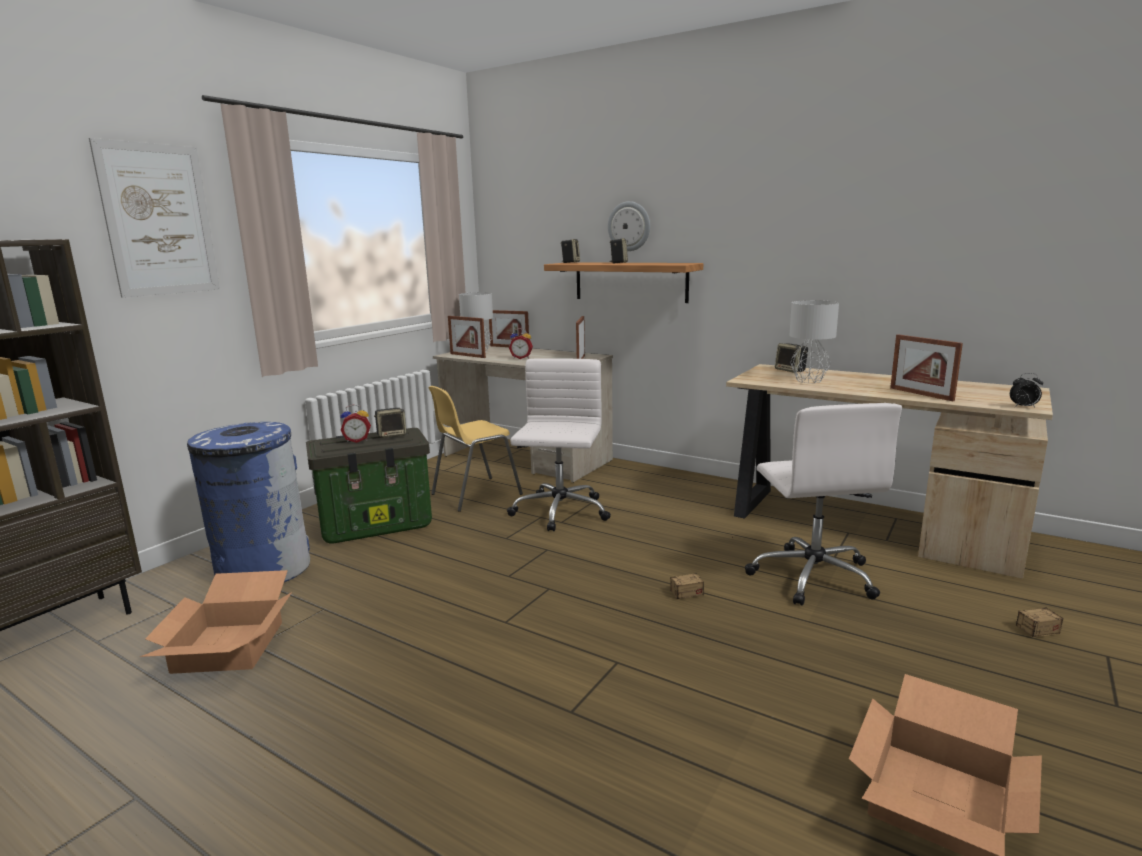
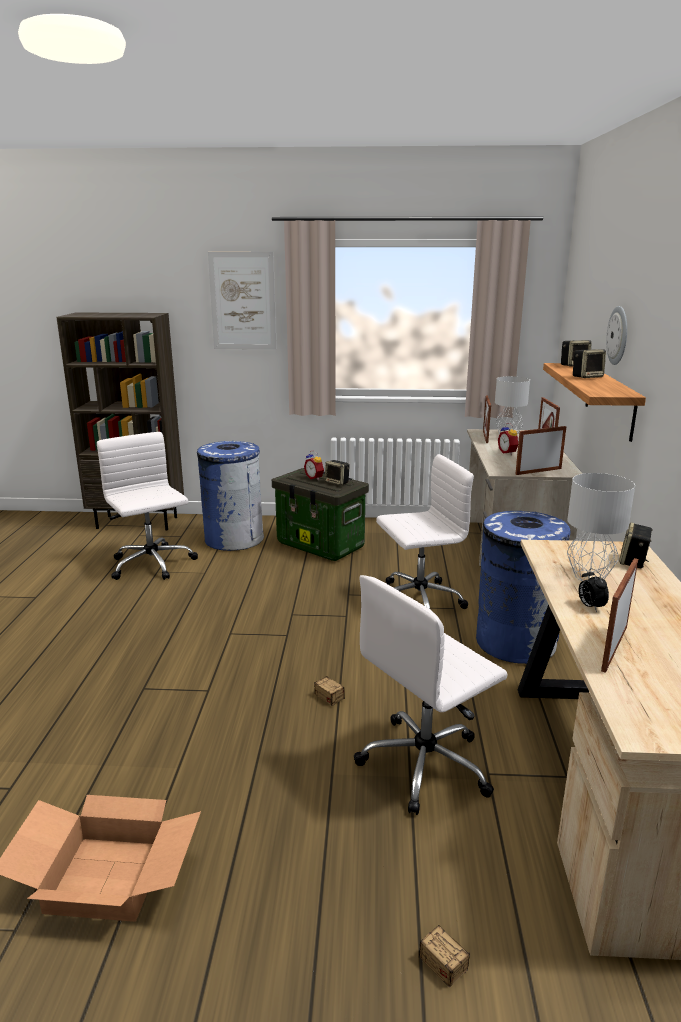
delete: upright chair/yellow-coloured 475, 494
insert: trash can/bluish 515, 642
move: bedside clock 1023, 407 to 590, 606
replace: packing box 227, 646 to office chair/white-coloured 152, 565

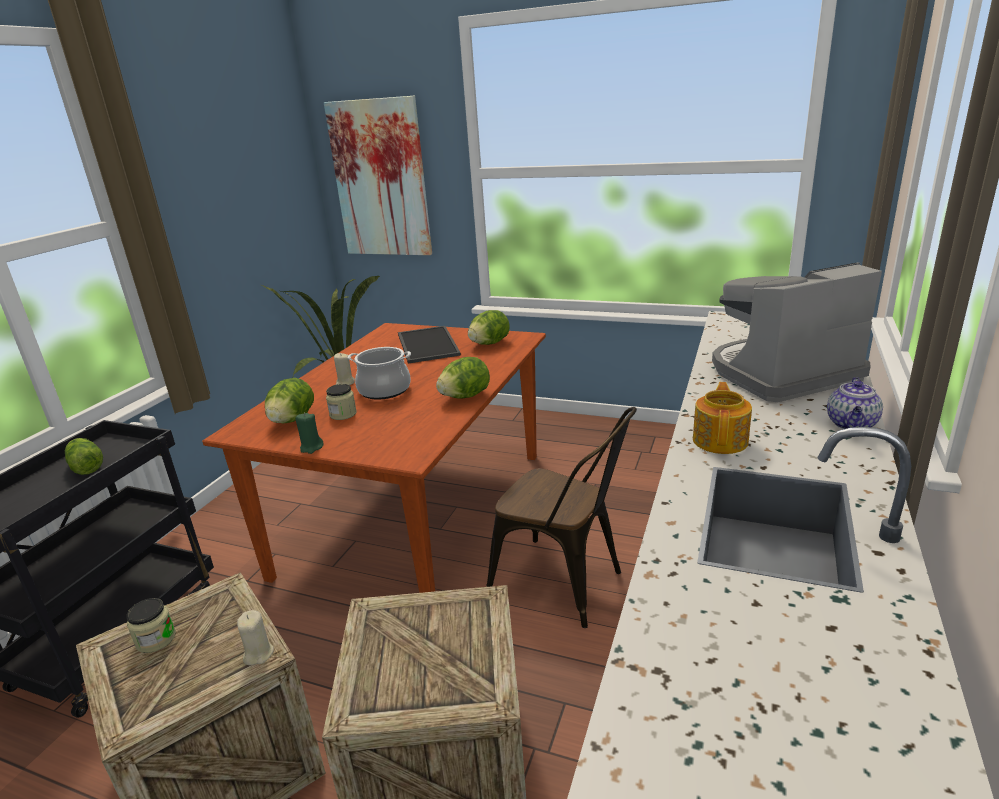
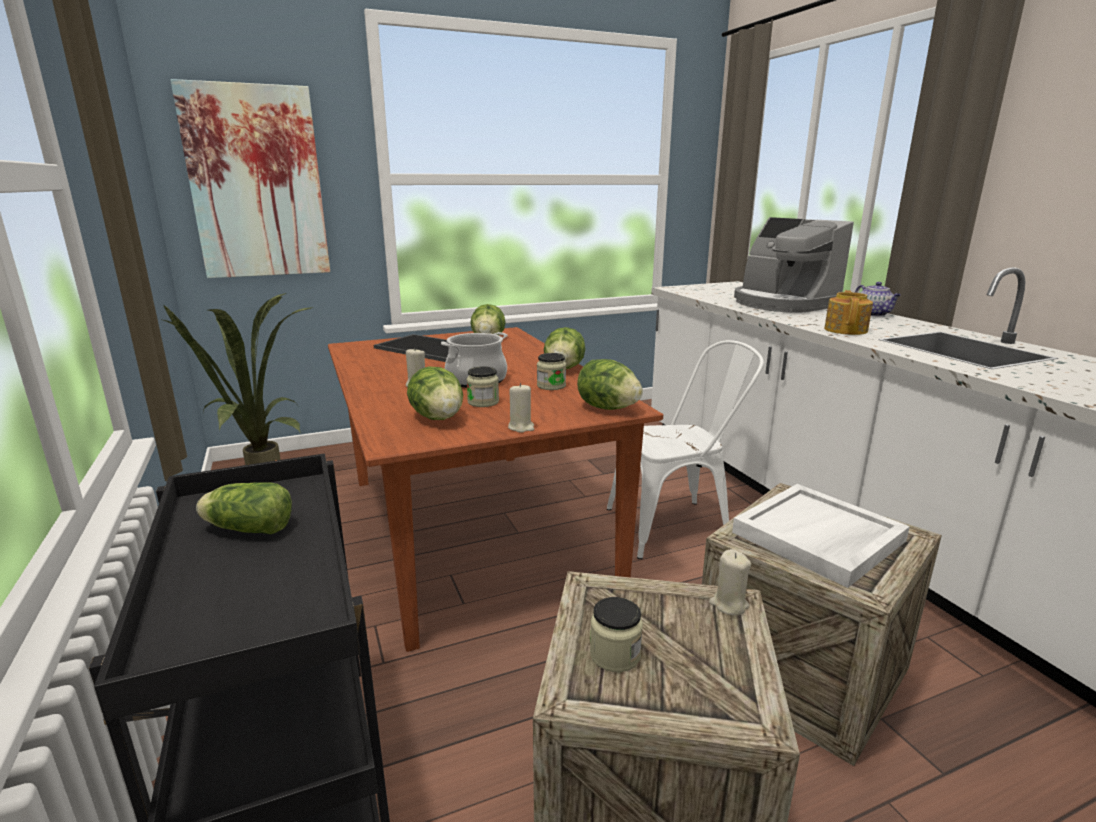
insert: storage jar 551, 386; lettuce head 608, 408; carrying tray/white-coloured 818, 537
recolor: candle/green 311, 447 to candle/beige-coloured 521, 427; upright chair/brown 565, 585 to upright chair/white-coloured 677, 525
rotate: coffee brewer 781, 374 = 782, 304 60 degrees counterclockwise; teapot 721, 440 = 846, 330 45 degrees clockwise

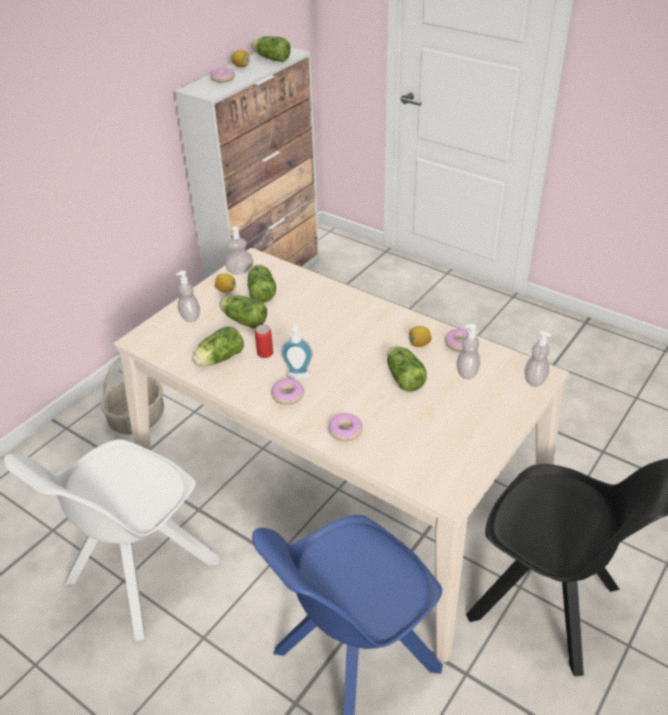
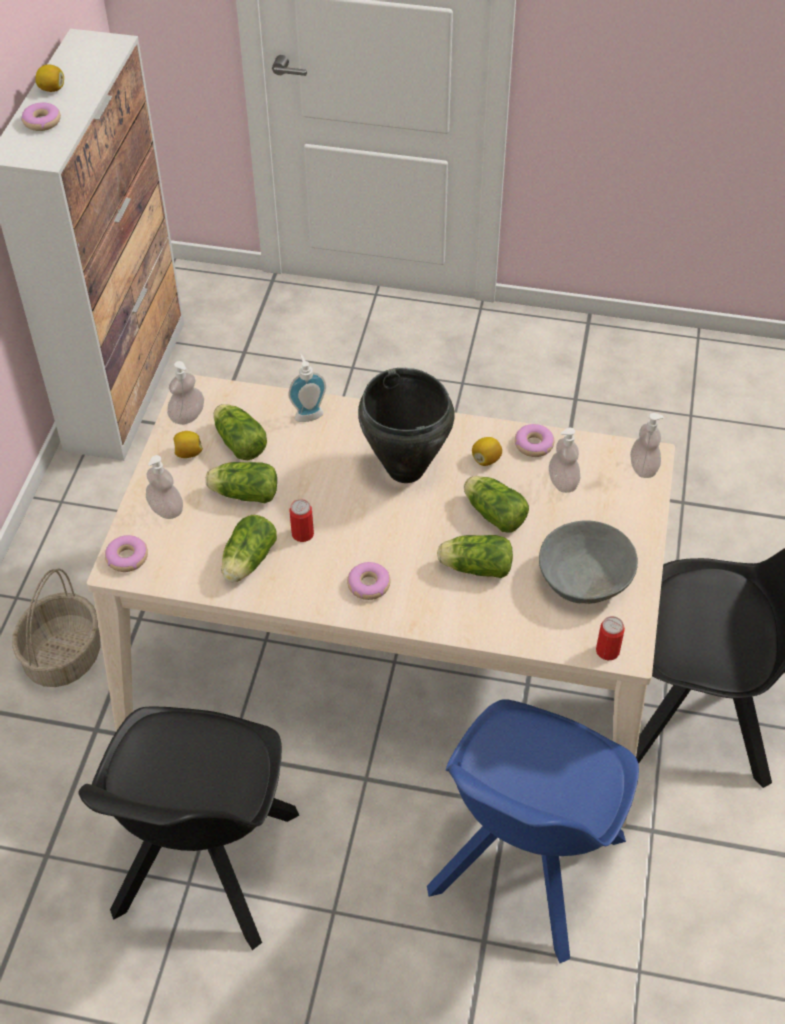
insert: saucepot/black 405, 470; bowl/gray 584, 578; sealed can 607, 651
move: donut 345, 431 to 127, 558; soap bottle 298, 373 to 308, 413; lettuce head 271, 59 to 474, 567
recolor: upright chair/white-coloured 139, 574 to upright chair/black 204, 868

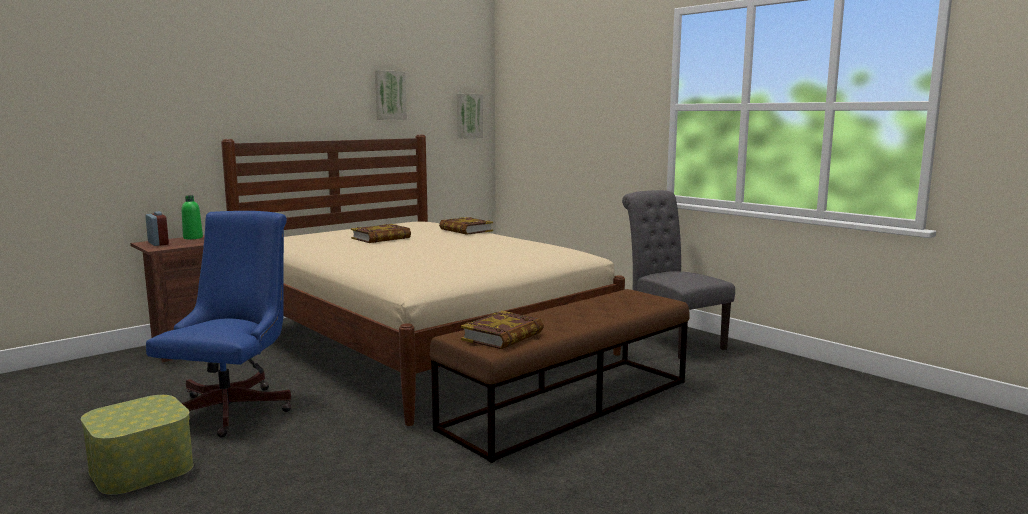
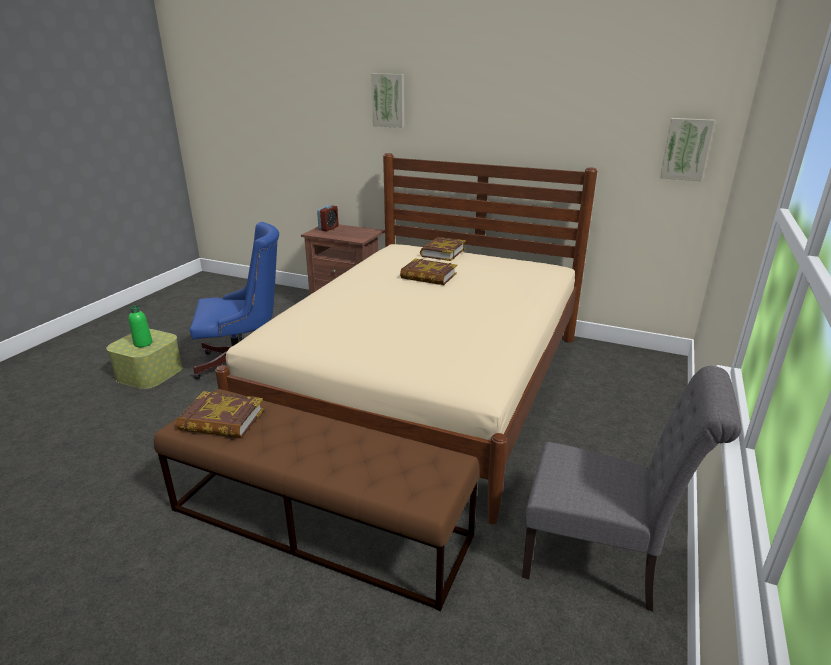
move: drink bottle/green 193, 238 to 143, 343; picture 389, 95 to 389, 100; book 465, 230 to 442, 252
rotate: upright chair/gray 671, 341 = 599, 563 75 degrees clockwise

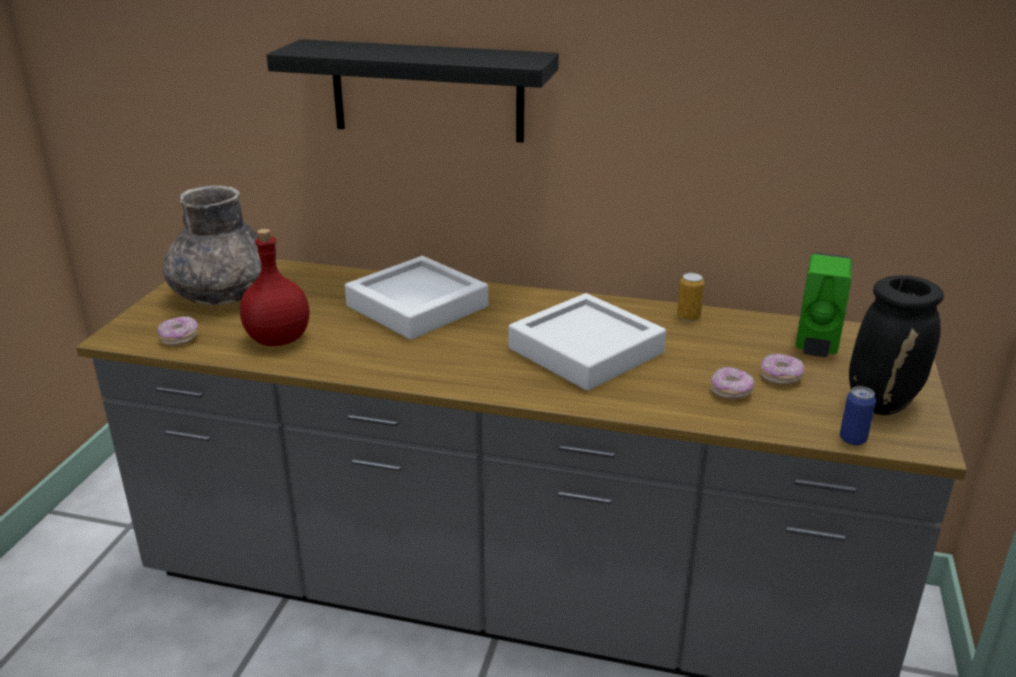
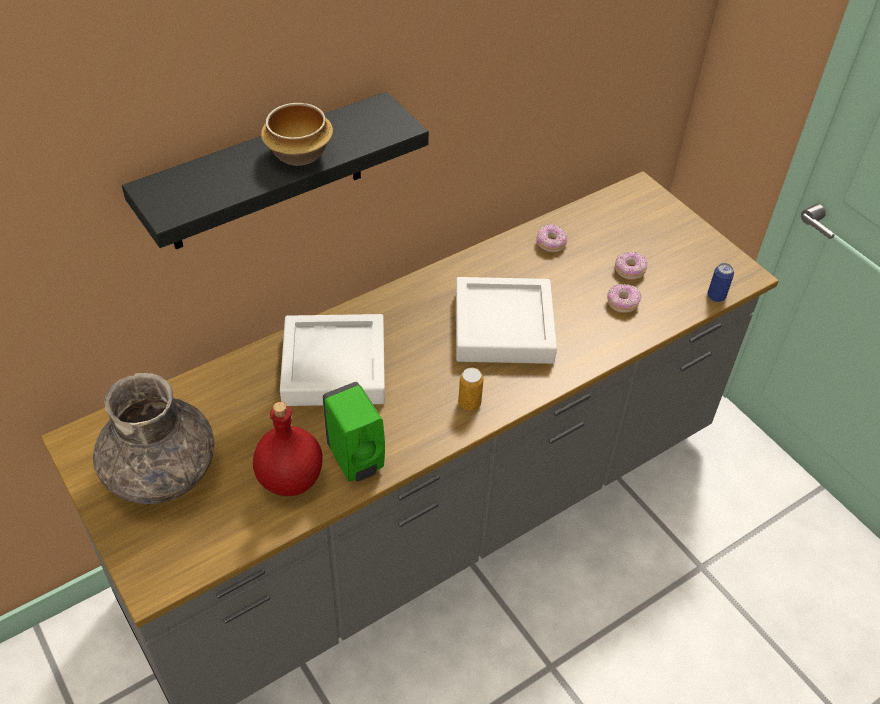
delete: flower vase/black 881, 403
insert: bowl 300, 154
move: soap bottle/green 816, 345 to 356, 461; sealed can 688, 317 to 469, 403; donut 179, 339 to 550, 244

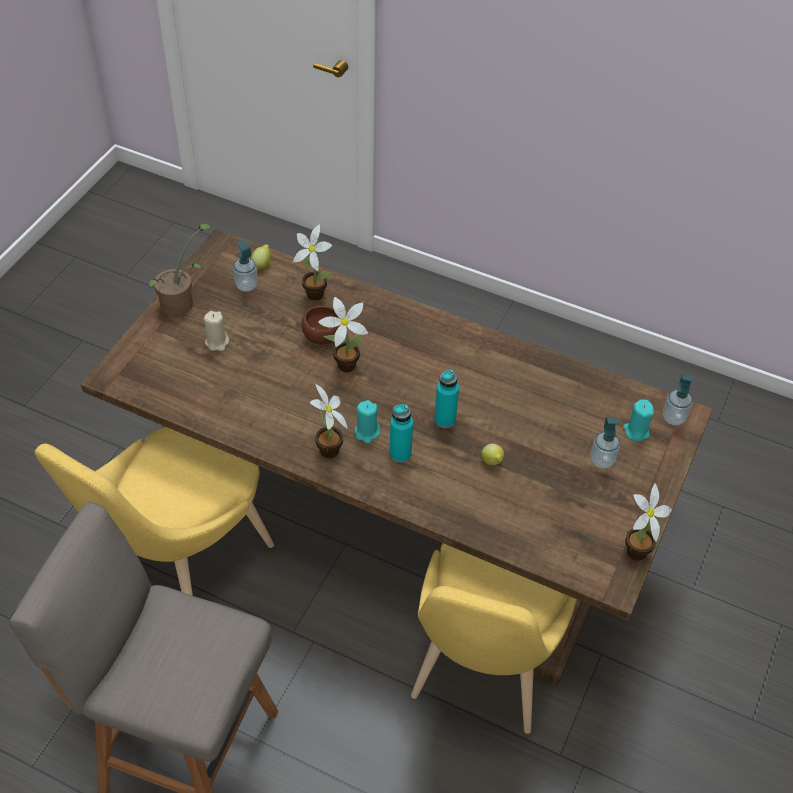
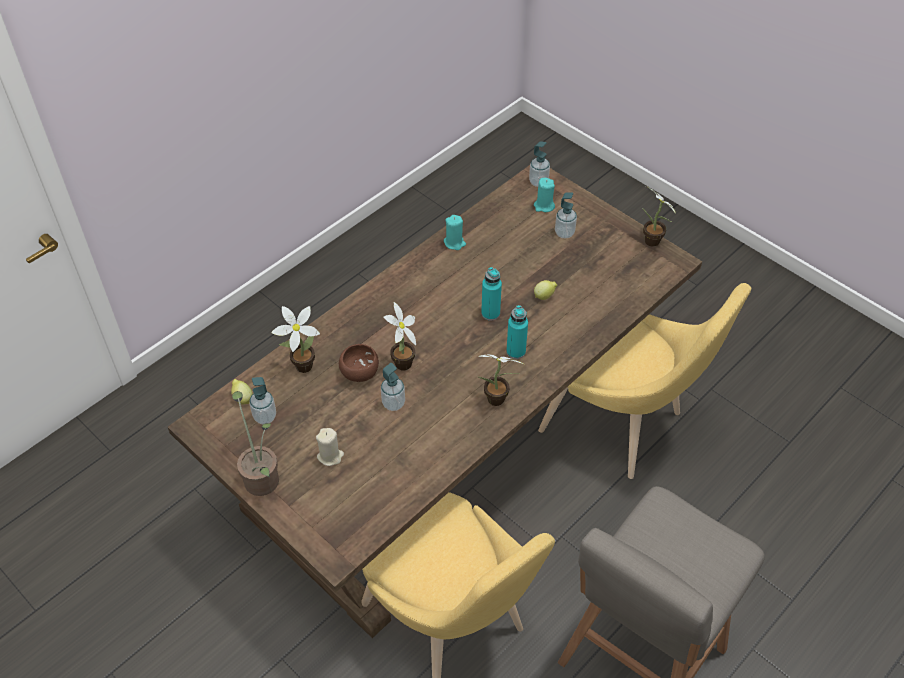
insert: soap bottle 393, 403
move: candle/turquoise 367, 432 to 454, 243

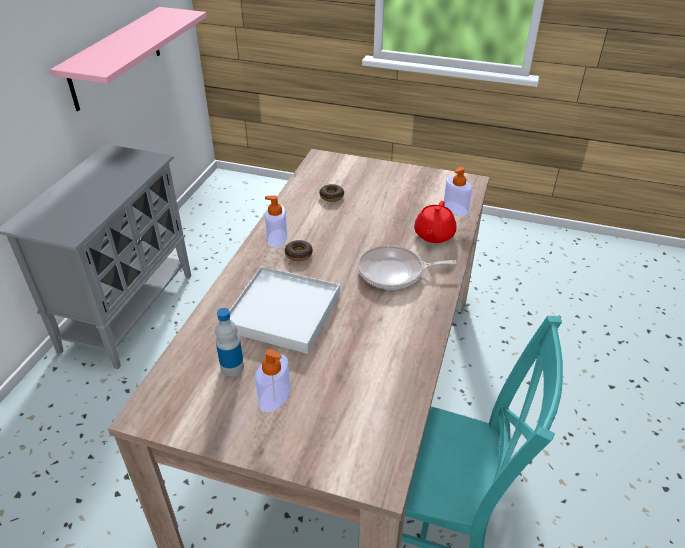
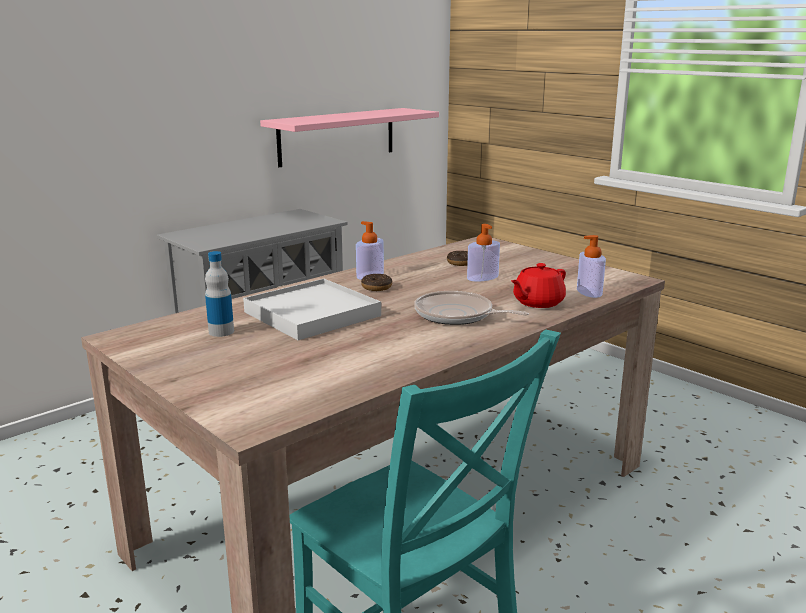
move: soap bottle 274, 397 to 482, 277

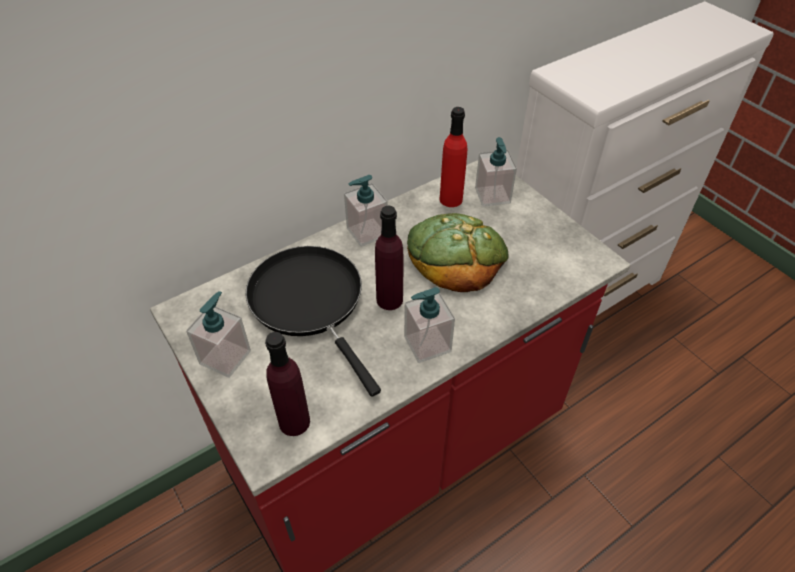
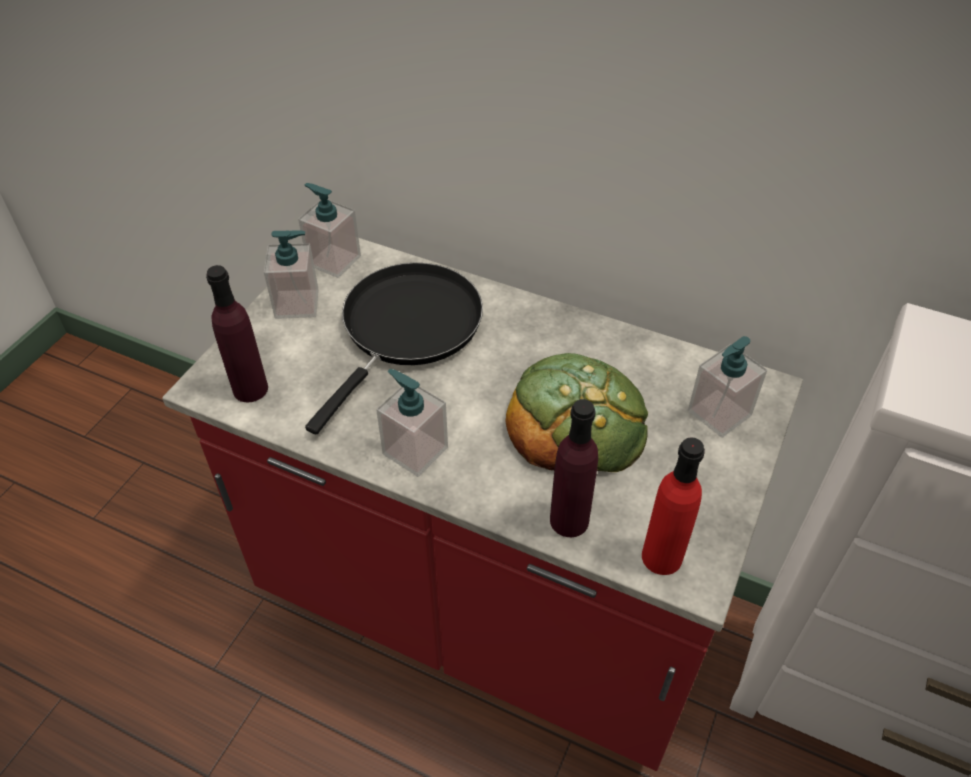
move: soap bottle 367, 232 to 333, 260; drink bottle/purple 389, 300 to 569, 520; drink bottle/red 451, 199 to 662, 557

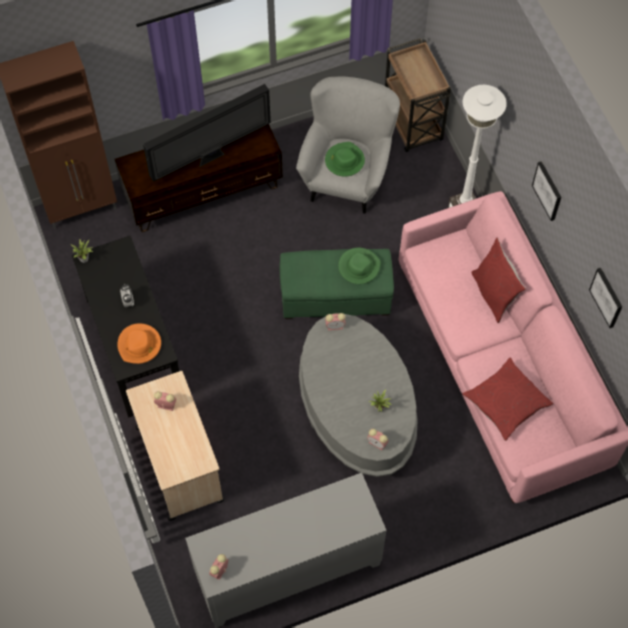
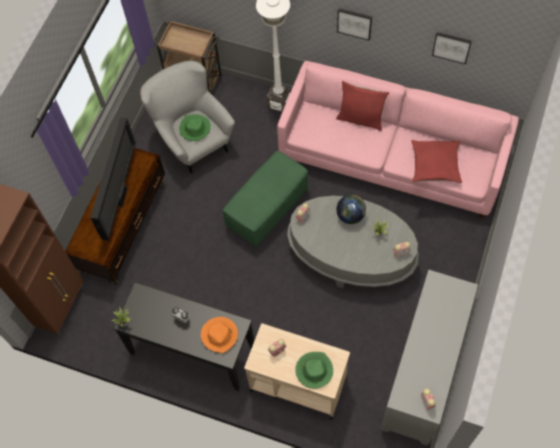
insert: world globe 350, 215
move: clothing hat/green 359, 267 to 314, 370

